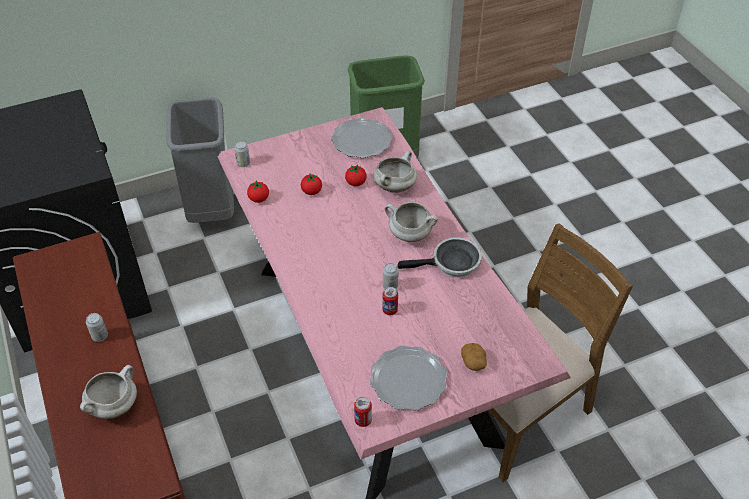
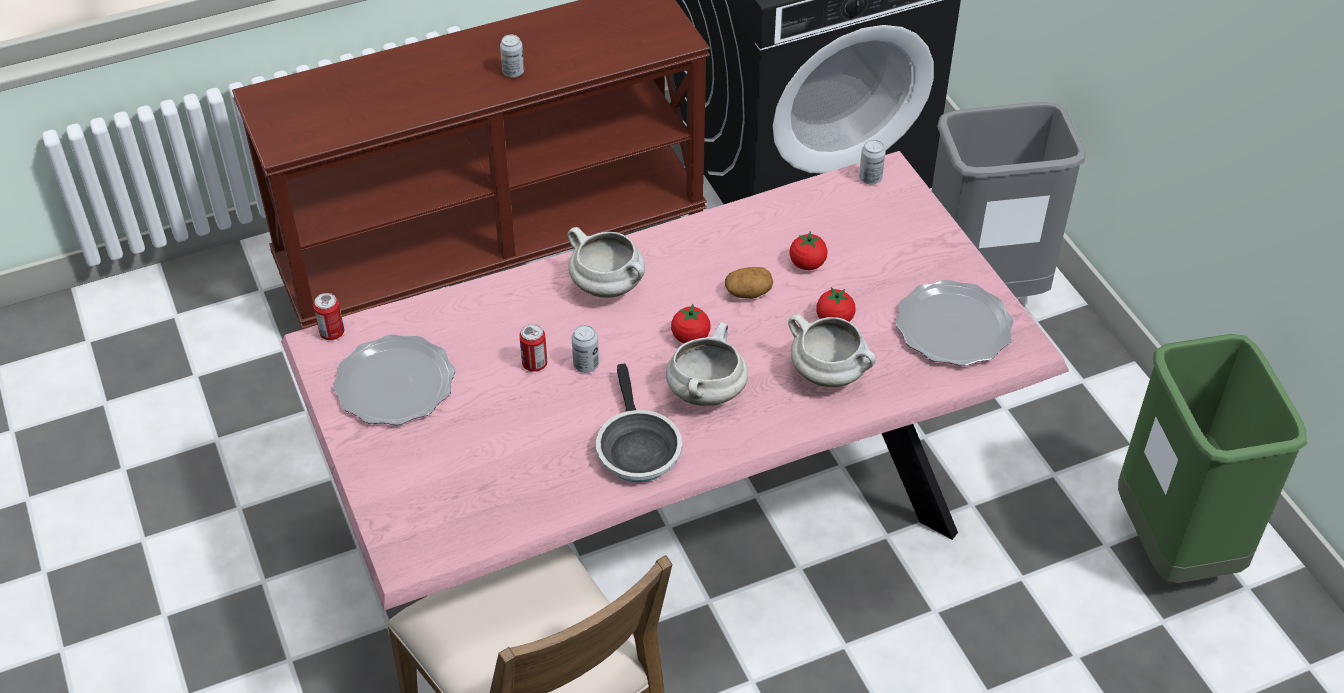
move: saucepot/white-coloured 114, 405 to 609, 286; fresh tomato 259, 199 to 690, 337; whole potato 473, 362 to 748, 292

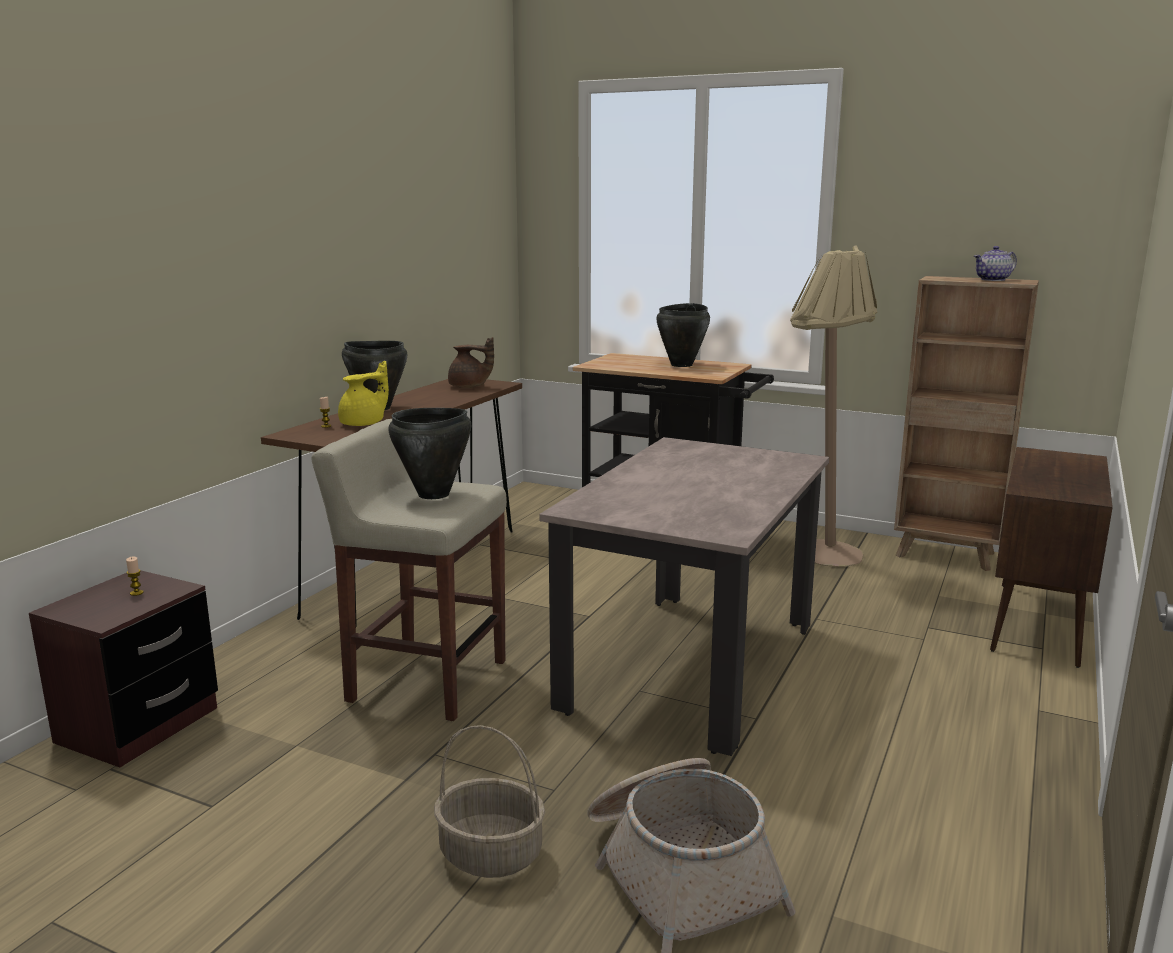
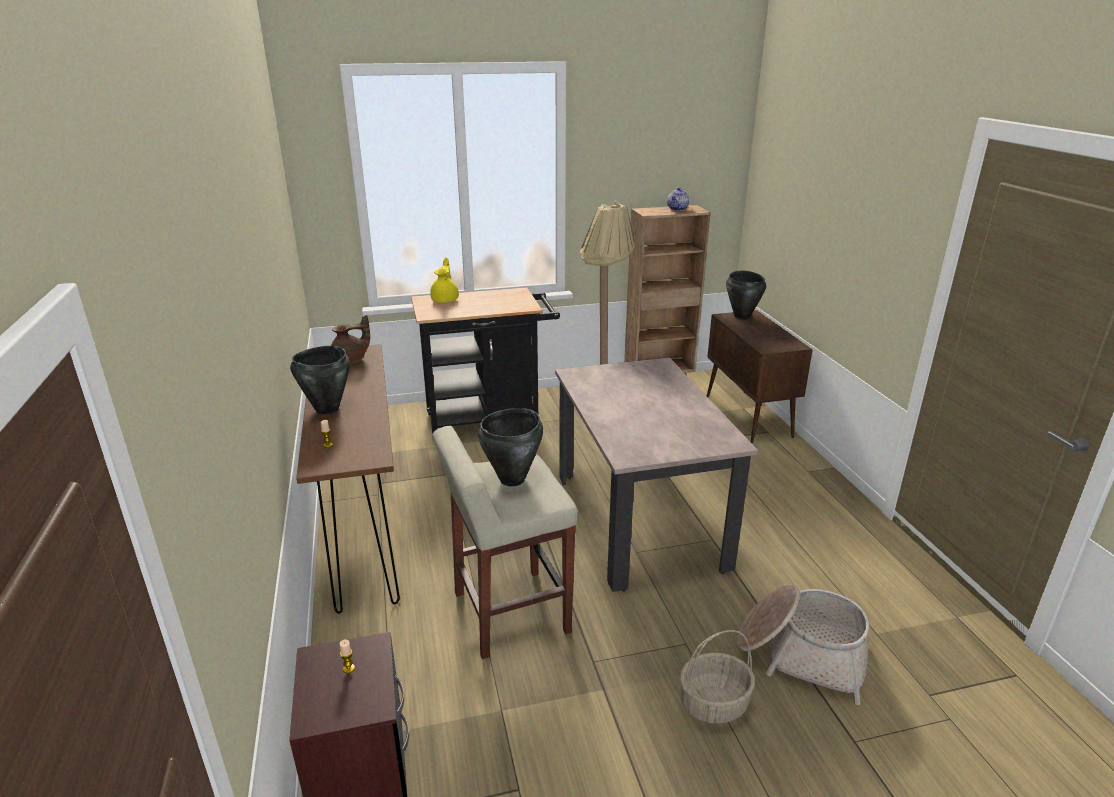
move: teapot/yellow-coloured 364, 424 to 445, 299; saucepot/black 682, 365 to 742, 316

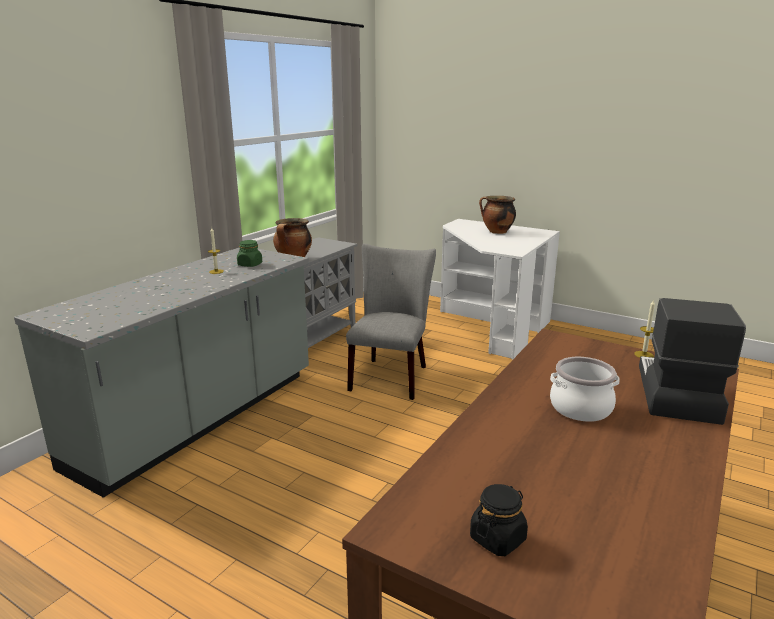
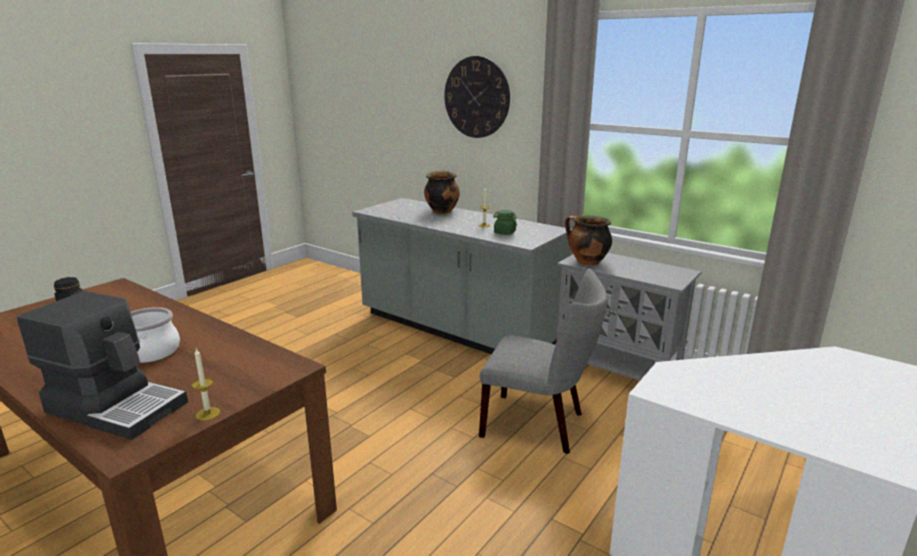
insert: wall clock 476, 97
move: saucepot 496, 232 to 441, 211

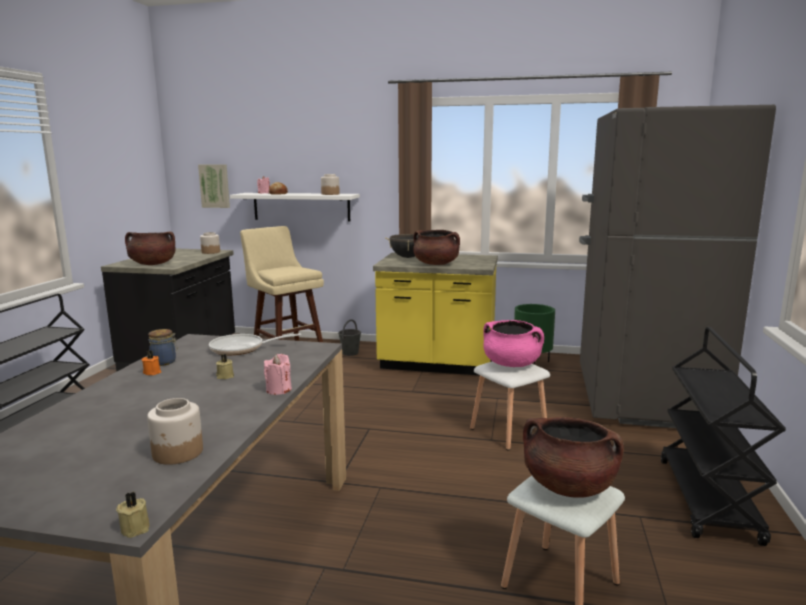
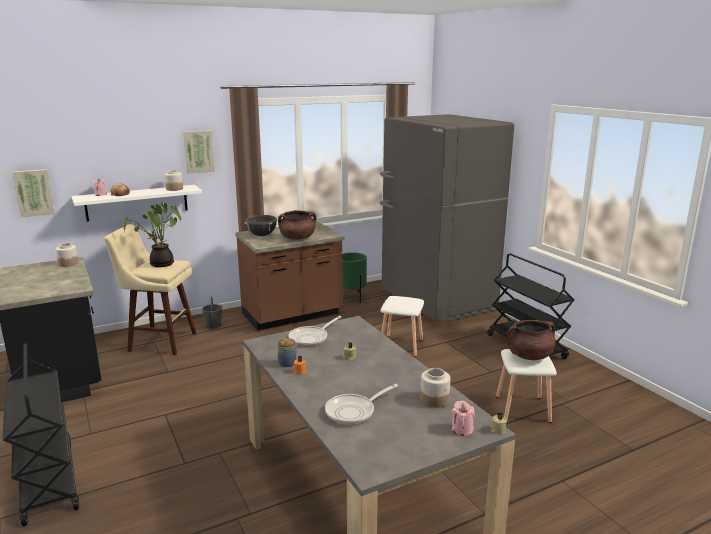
delete: saucepot/brown 152, 264; saucepot/pink 511, 364
insert: houseplant 160, 264; picture 198, 151; pan 354, 411
move: candle/pink 279, 390 to 462, 430
recolor: counter/yellow-coloured 437, 364 to counter/brown 292, 315

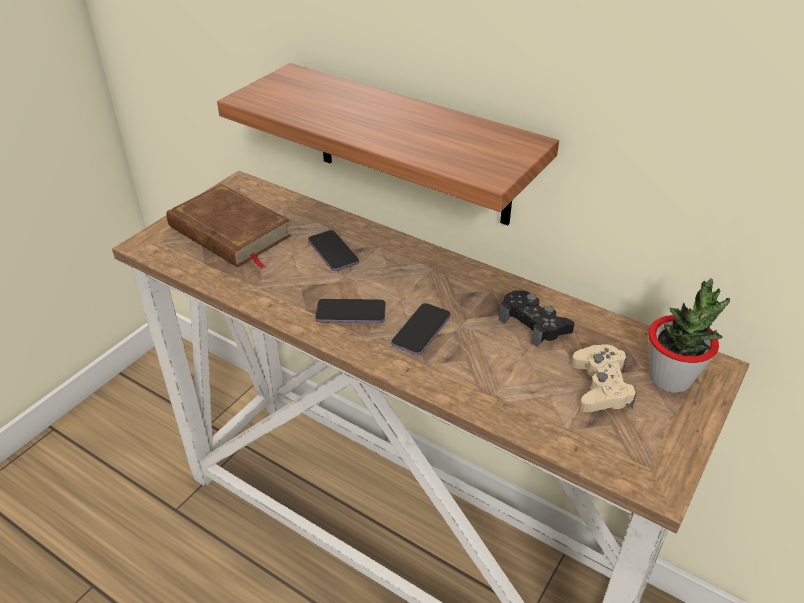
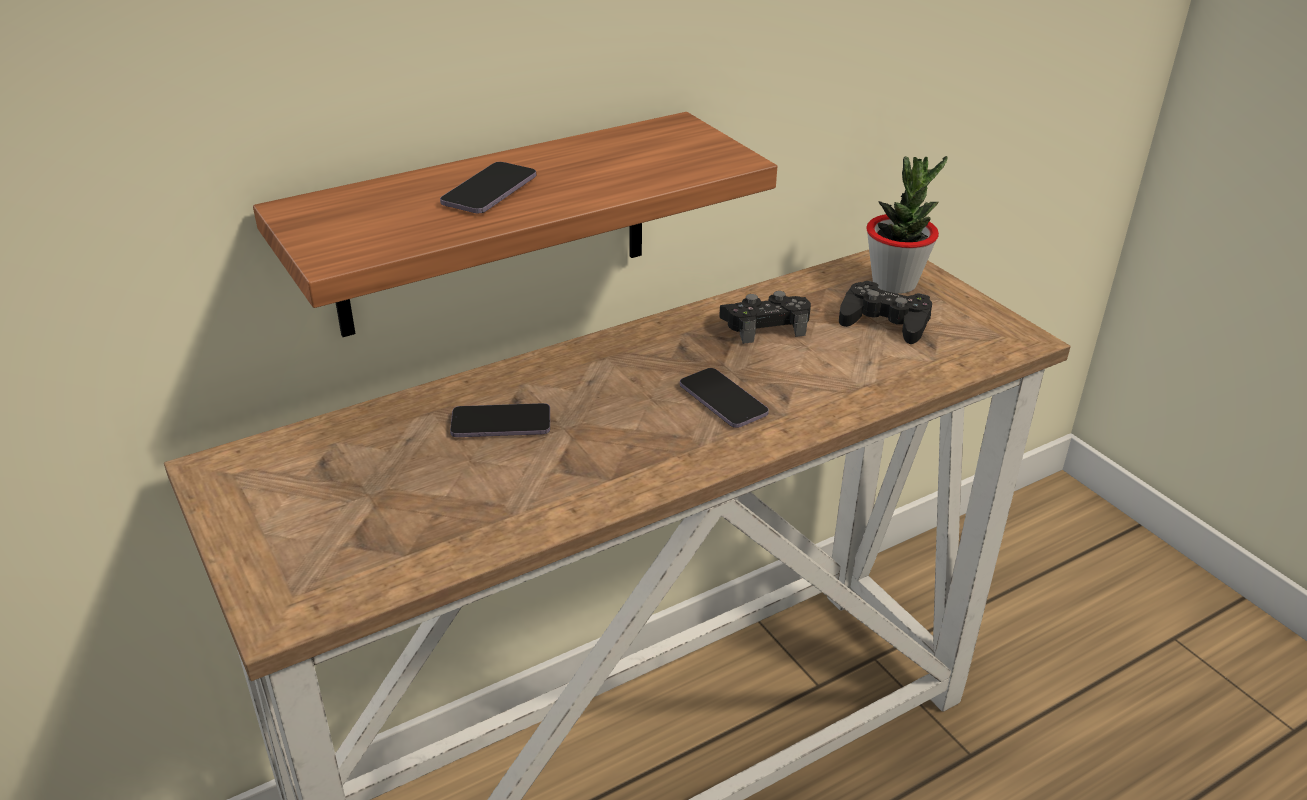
delete: book/brown 229, 232
move: handset 351, 313 to 489, 191
recolor: gamepad/beige-coloured 600, 386 to gamepad/black 885, 321

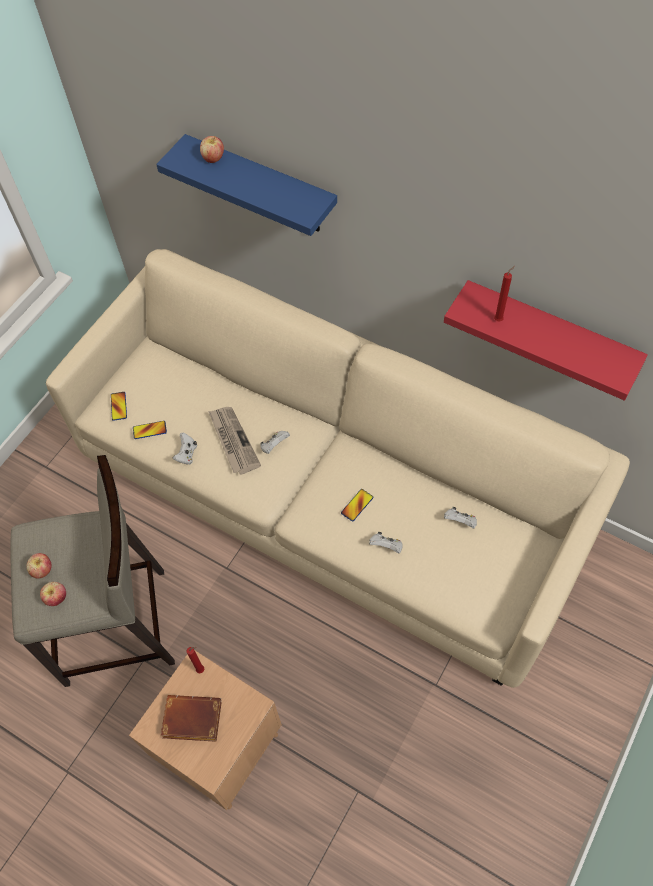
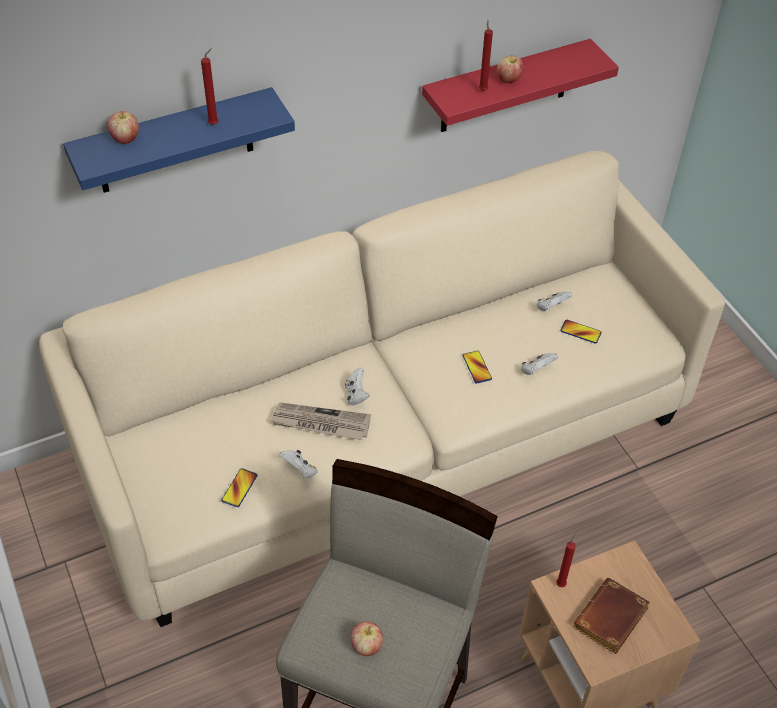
insert: candle/red 215, 123
move: apple fruit 57, 598 to 508, 80; handset 119, 406 to 580, 332

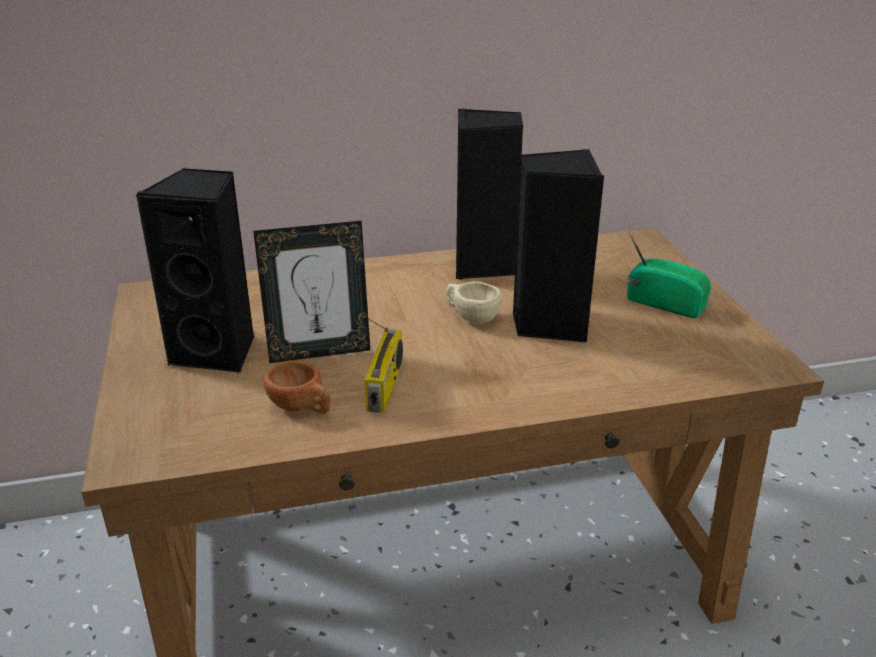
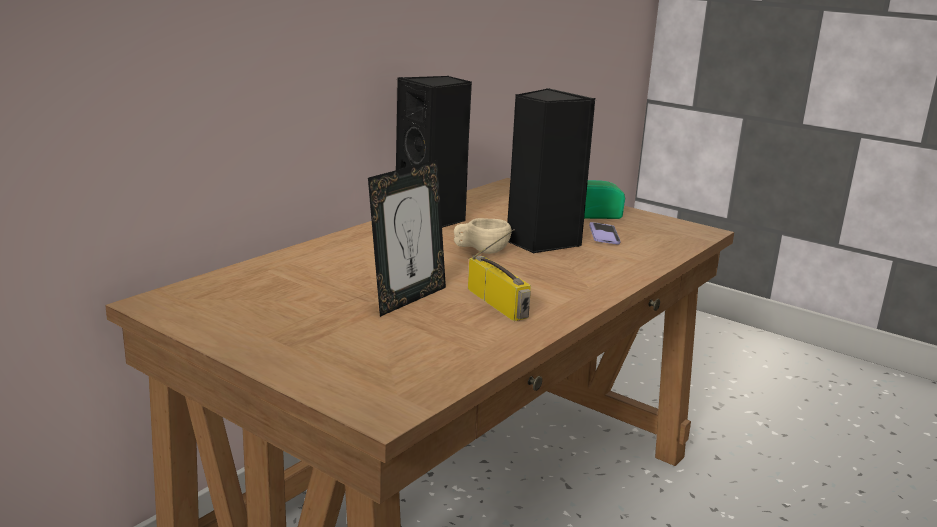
delete: loudspeaker/black 218, 352; drinking cup/brown 302, 407
insert: handset 604, 235

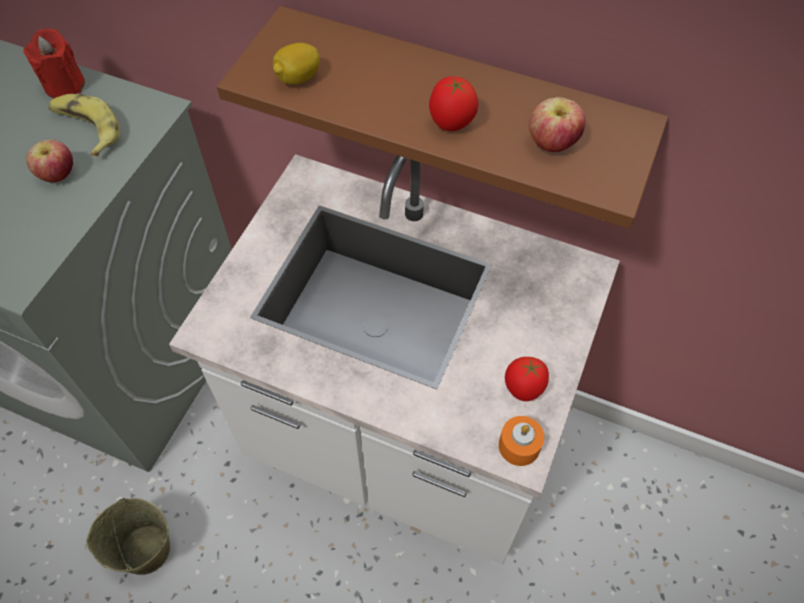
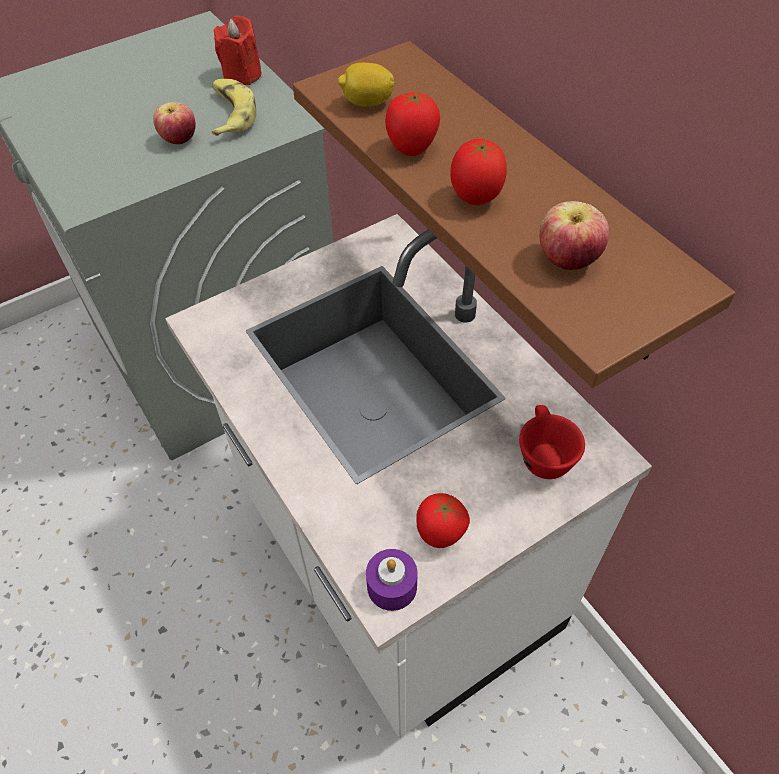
delete: bucket/beige-coloured 144, 550
insert: fresh tomato 412, 150; drinking cup/red 543, 454
recolor: candle/orange 519, 446 to candle/purple 392, 586

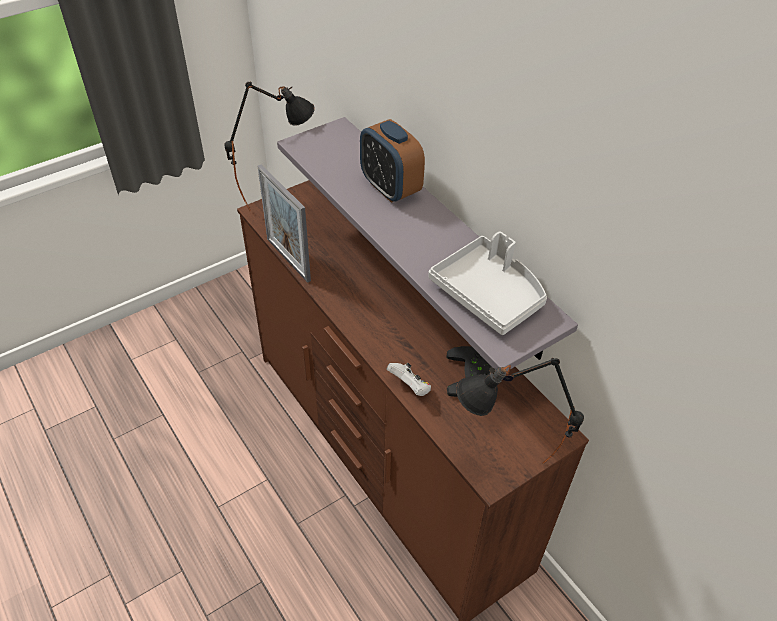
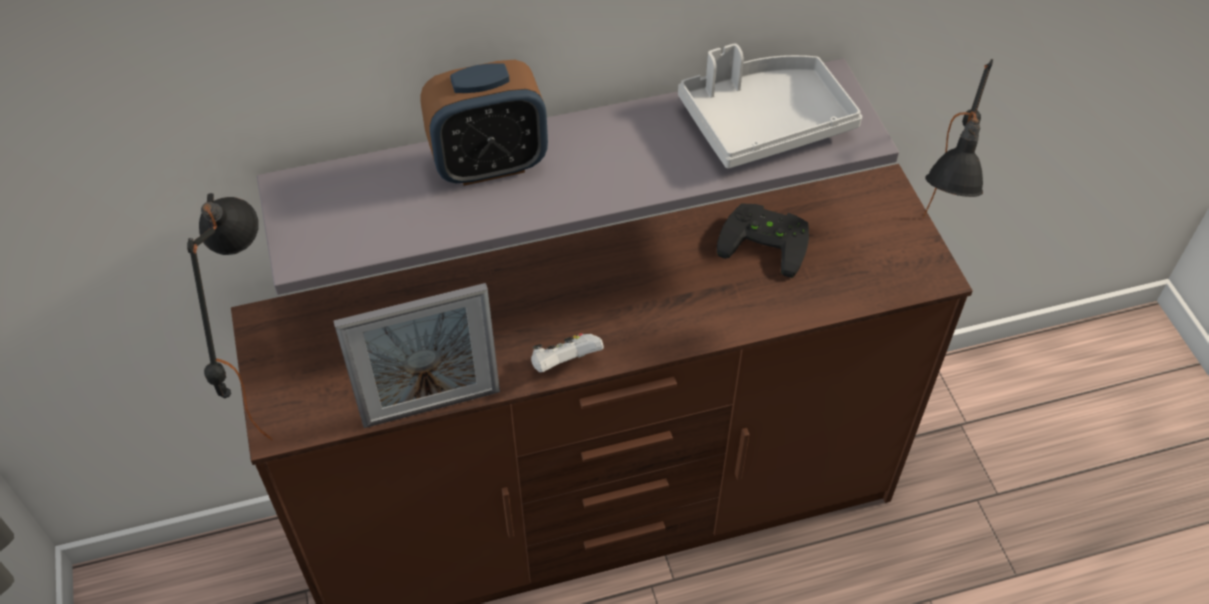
move: gamepad/white-coloured 410, 387 to 564, 364

